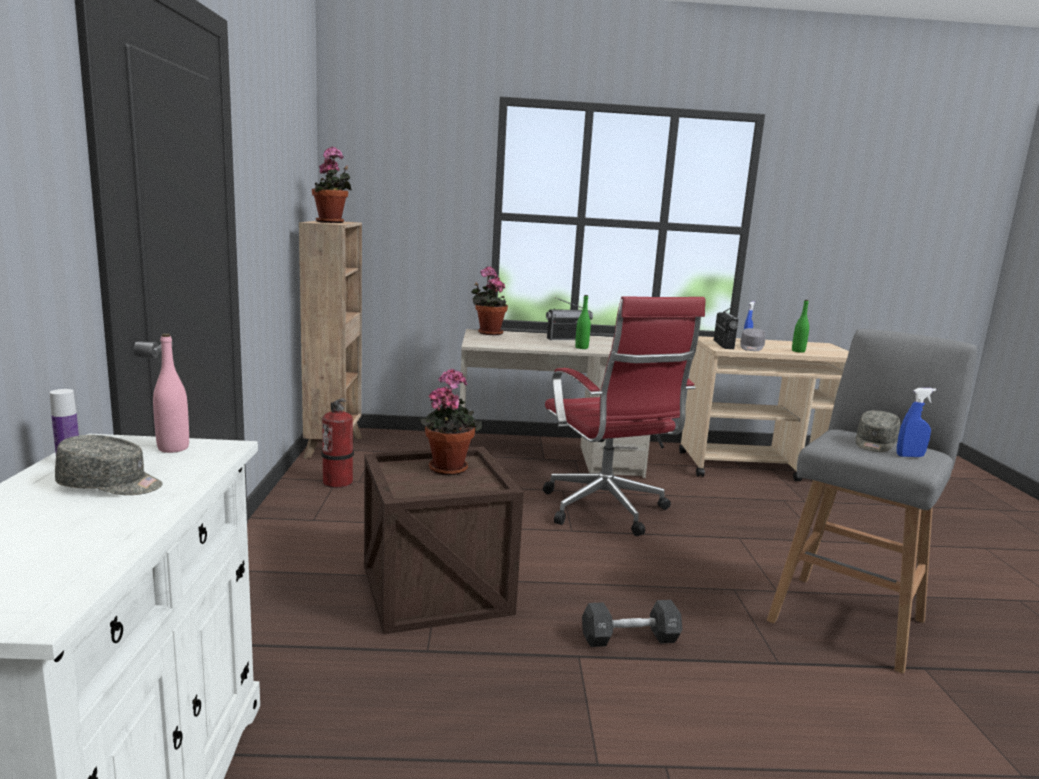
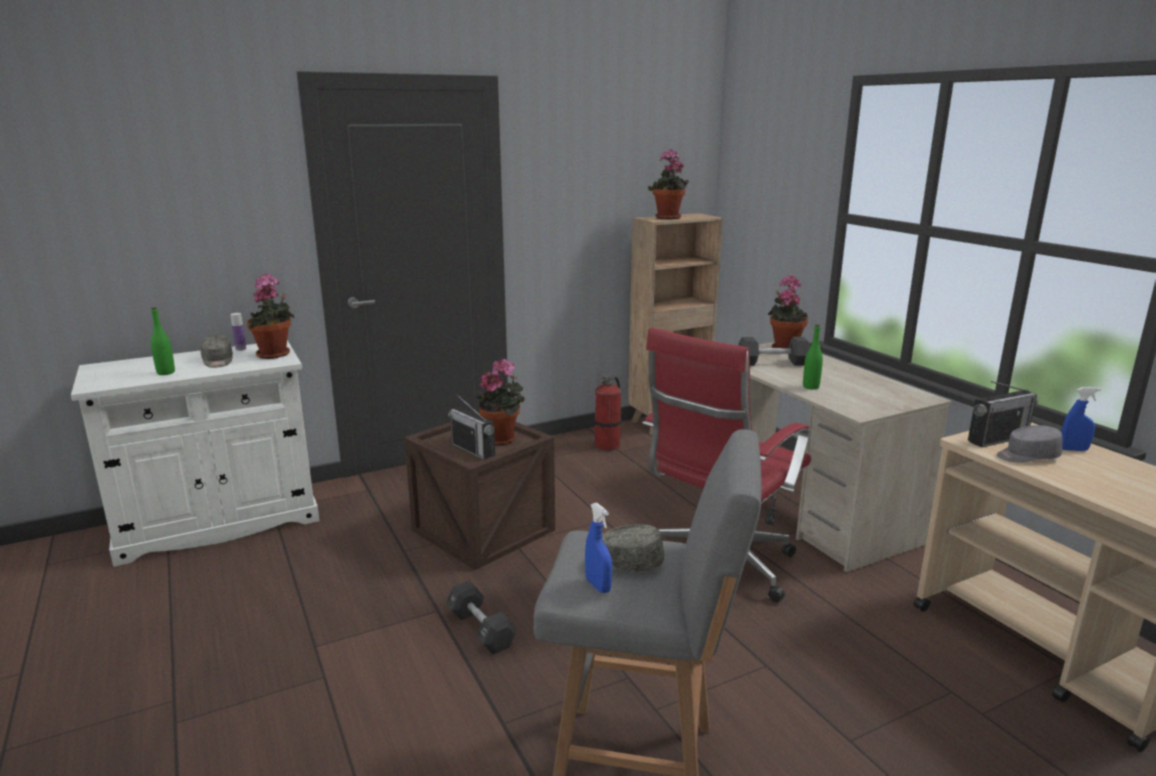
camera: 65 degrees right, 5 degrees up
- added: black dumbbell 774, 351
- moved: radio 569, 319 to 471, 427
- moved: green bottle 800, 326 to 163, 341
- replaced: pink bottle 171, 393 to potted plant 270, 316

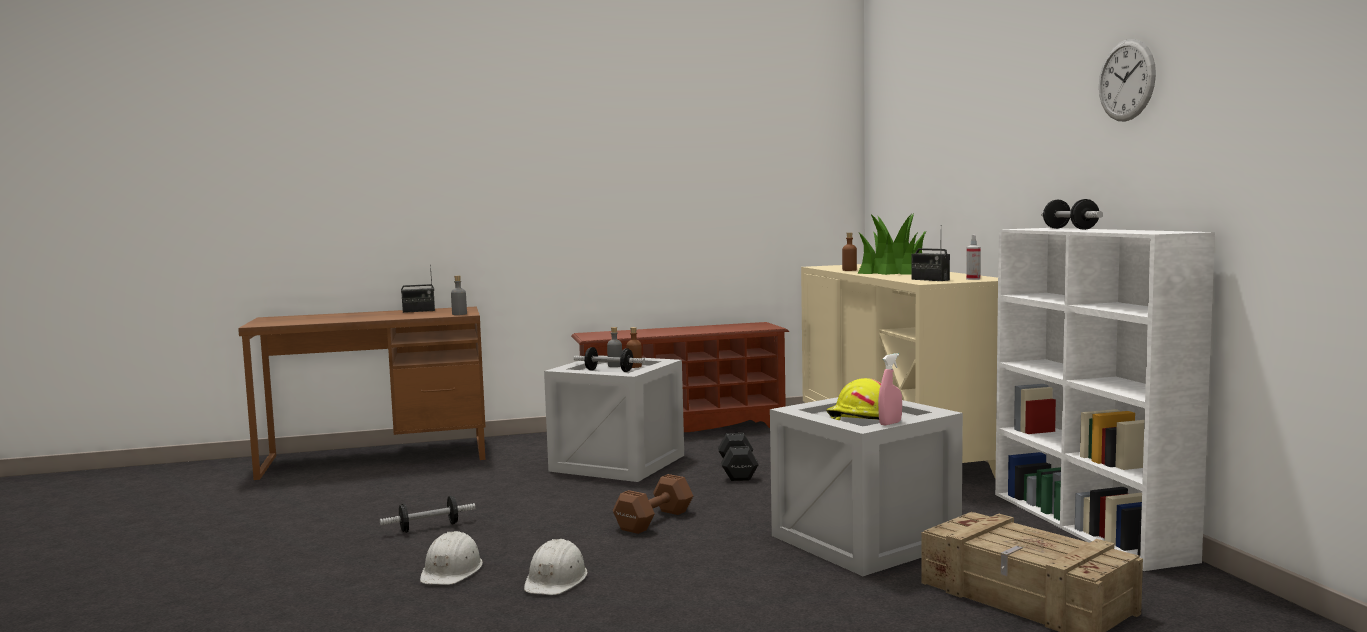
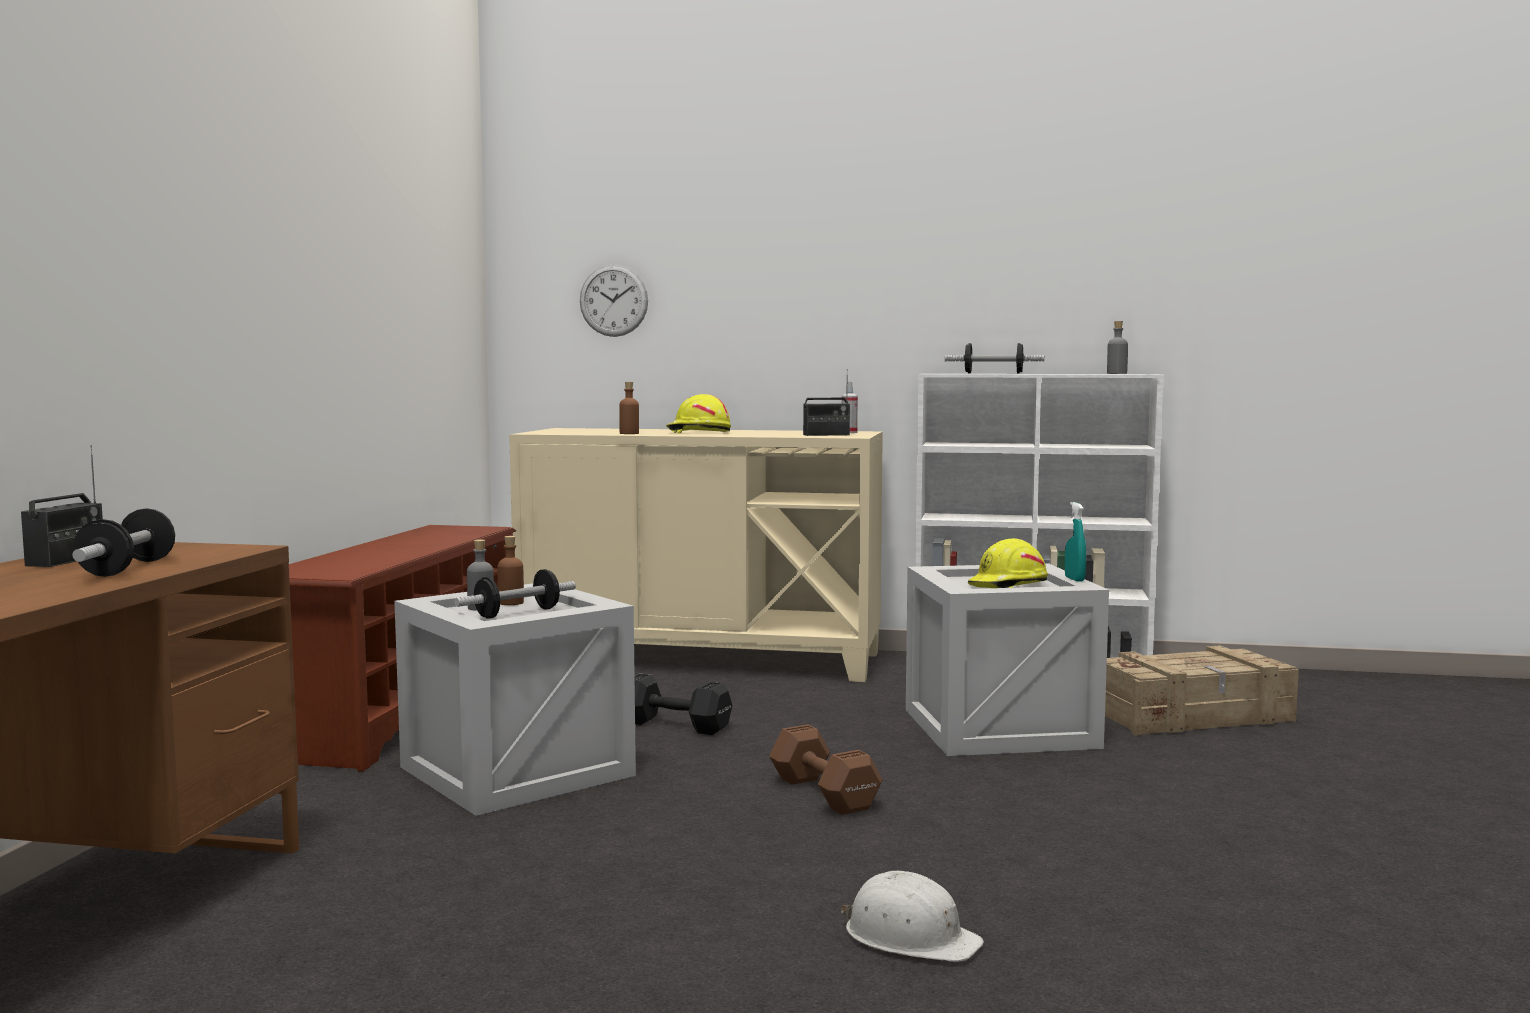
camera: 65 degrees left, 0 degrees up
- removed: white hard hat 556, 567
- moved: dumbbell 427, 514 to 123, 542
- moved: grey bottle 459, 295 to 1117, 347
- moved: wall clock 1127, 80 to 614, 300
- replaced: potted plant 891, 244 to yellow hard hat 698, 414
- recoloured: pink spray bottle 890, 389 to turquoise spray bottle 1075, 542

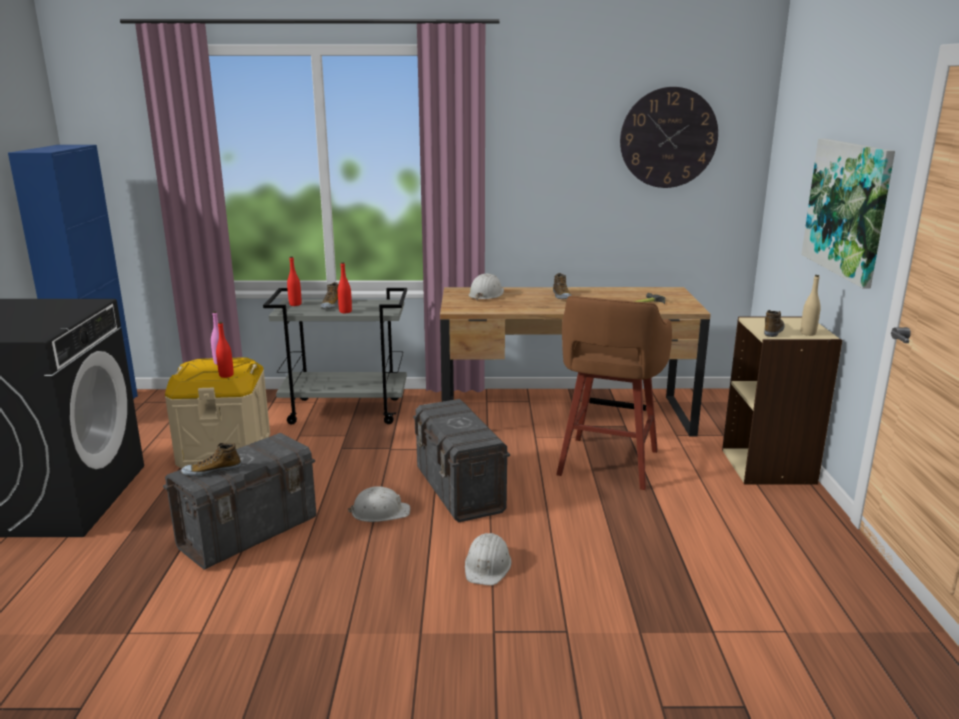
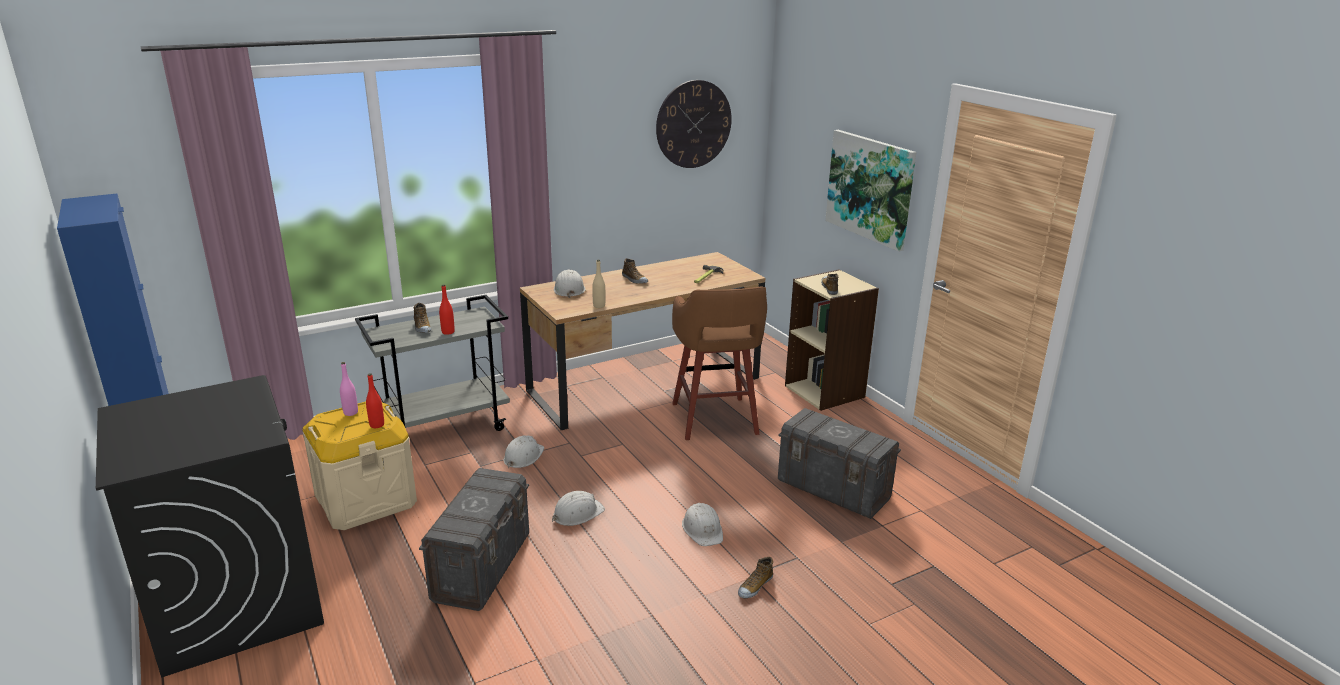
camera: 30 degrees left, 5 degrees up
- removed: red bottle 294, 281
- added: white hard hat 523, 451
- moved: shoe 211, 460 to 755, 577
- moved: grey storage box 461, 460 to 839, 463
- moved: beige bottle 810, 305 to 598, 284

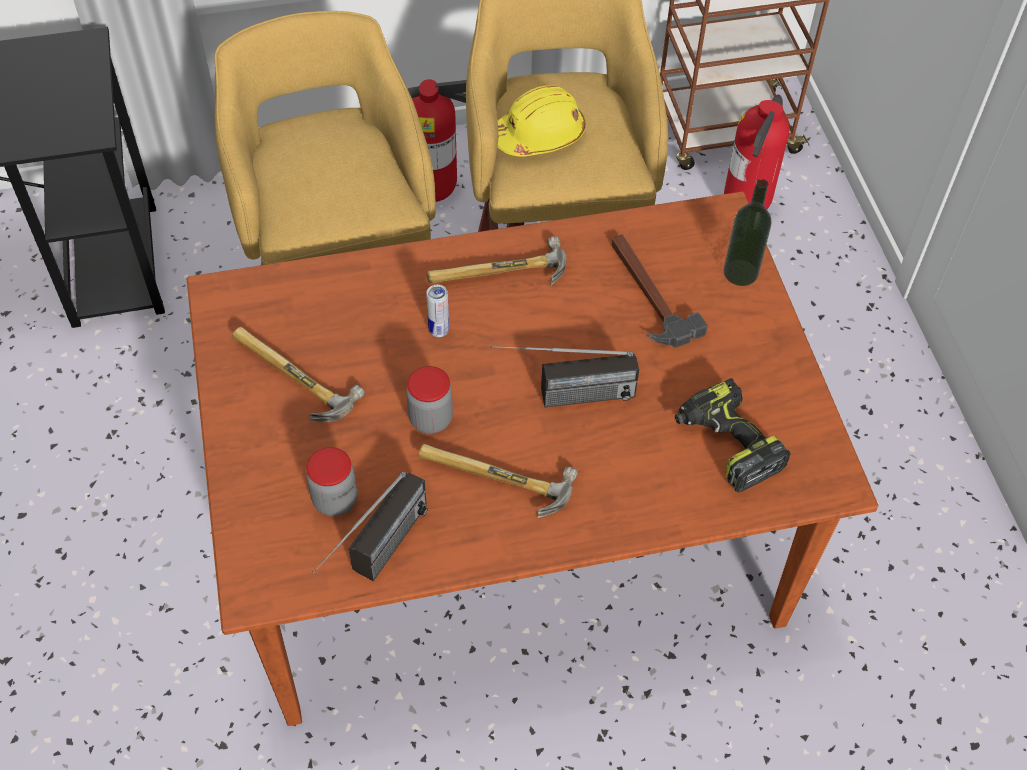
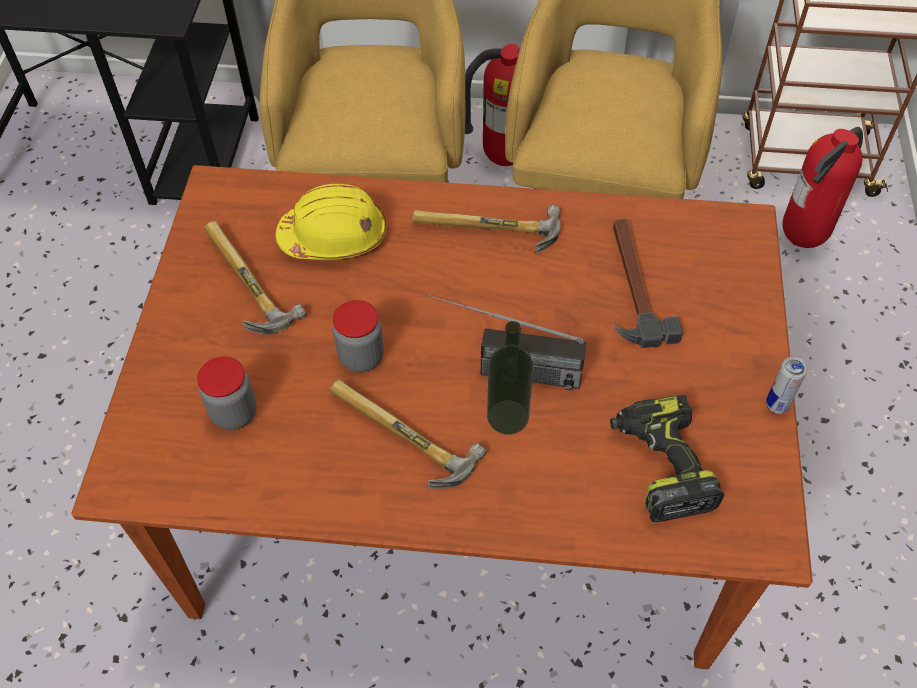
camera: 20 degrees right, 0 degrees up
- removed: radio 370, 526
- moved: can 437, 311 to 786, 385
- moved: yellow hard hat 542, 121 to 331, 222
- moved: bottle 747, 232 to 510, 377

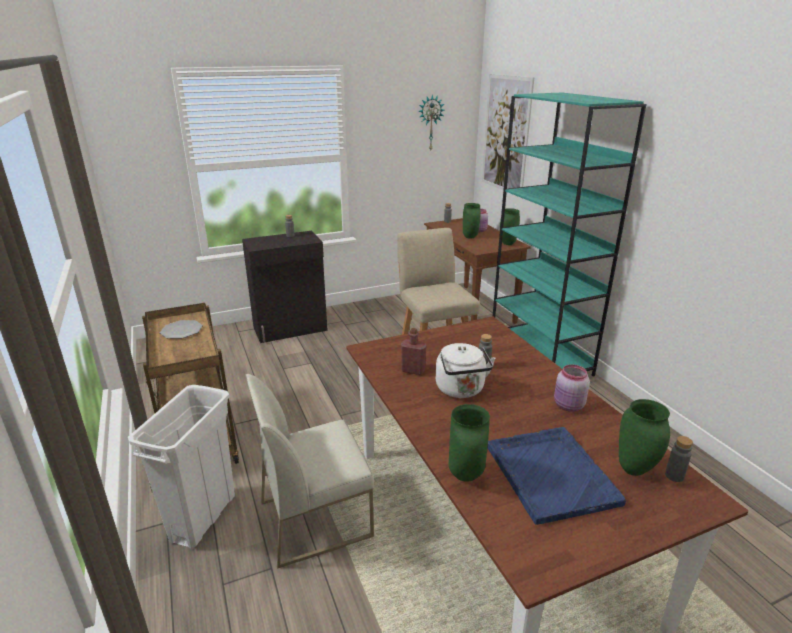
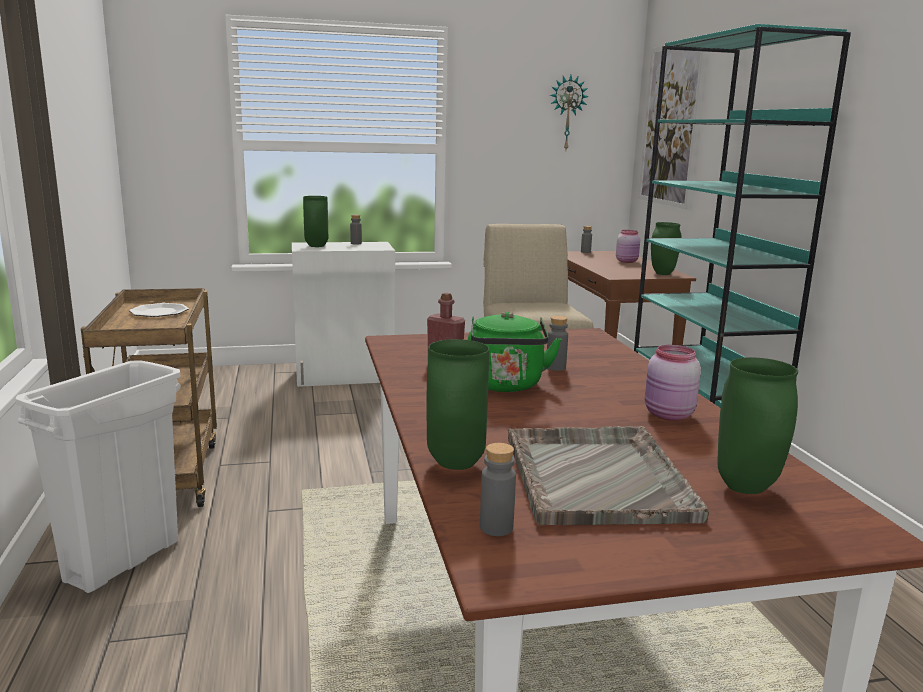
camera: 10 degrees right, 10 degrees down
- removed: white chair 309, 471
- moved: green vase 471, 220 to 315, 221
- moved: grey bottle 679, 459 to 498, 489
- recoloured: black cabinet 285, 287 to white cabinet 343, 314
- recoloured: white kettle 465, 370 to green kettle 515, 351
- recoloured: blue tray 556, 476 to grey tray 608, 475

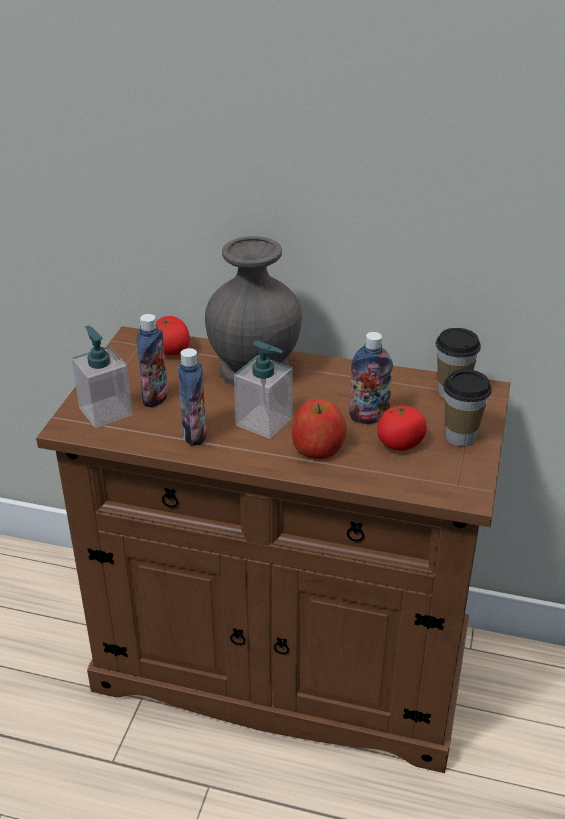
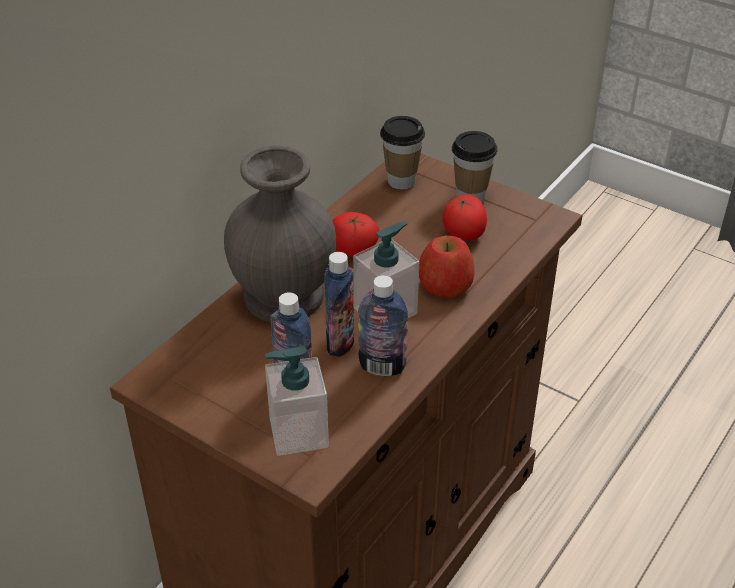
camera: 70 degrees left, 5 degrees up
- moved: tomato 173, 335 to 356, 234
- moved: bottle 370, 378 to 339, 304

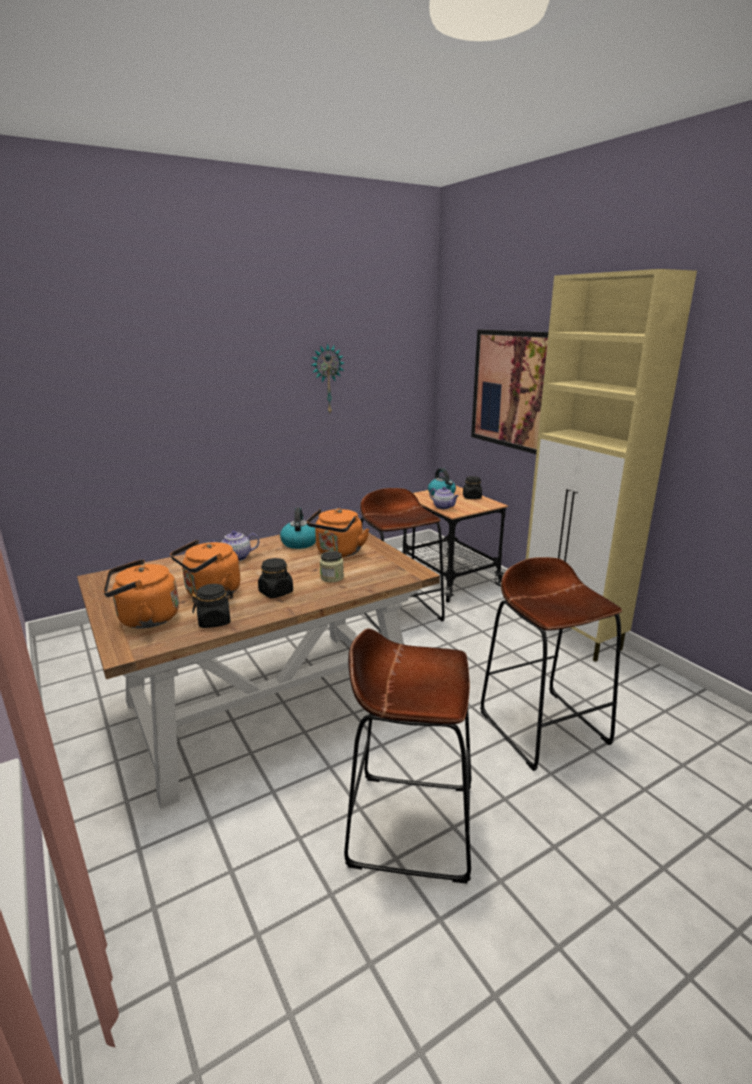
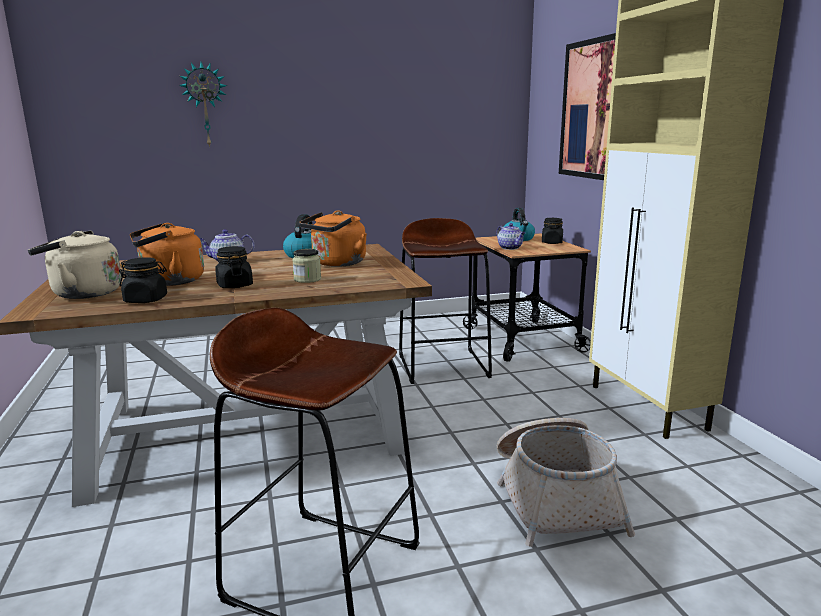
camera: 15 degrees right, 5 degrees down
- moved: wall clock 328, 378 to 203, 105
- replaced: brown stool 551, 664 to basket 566, 482
- recoloured: orange kettle 141, 594 to beige kettle 74, 264

